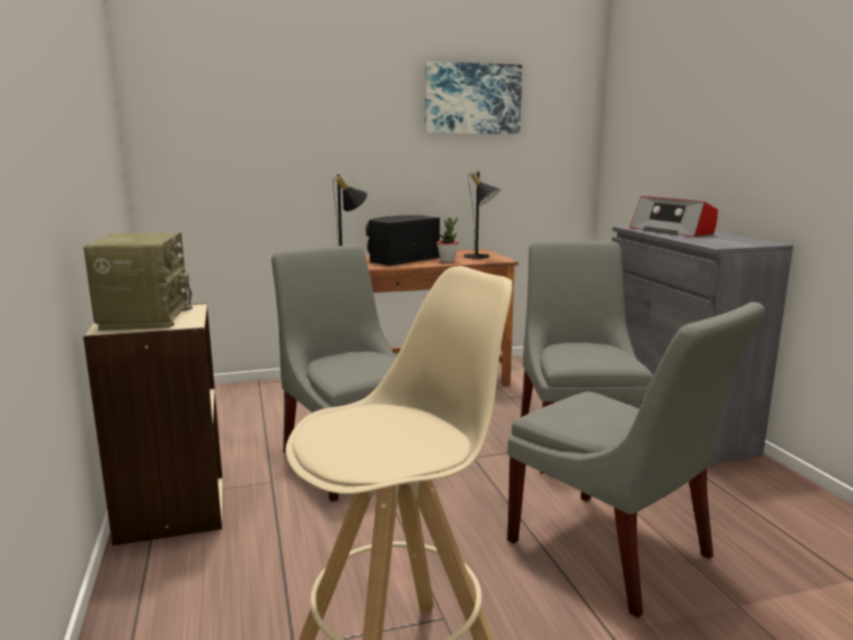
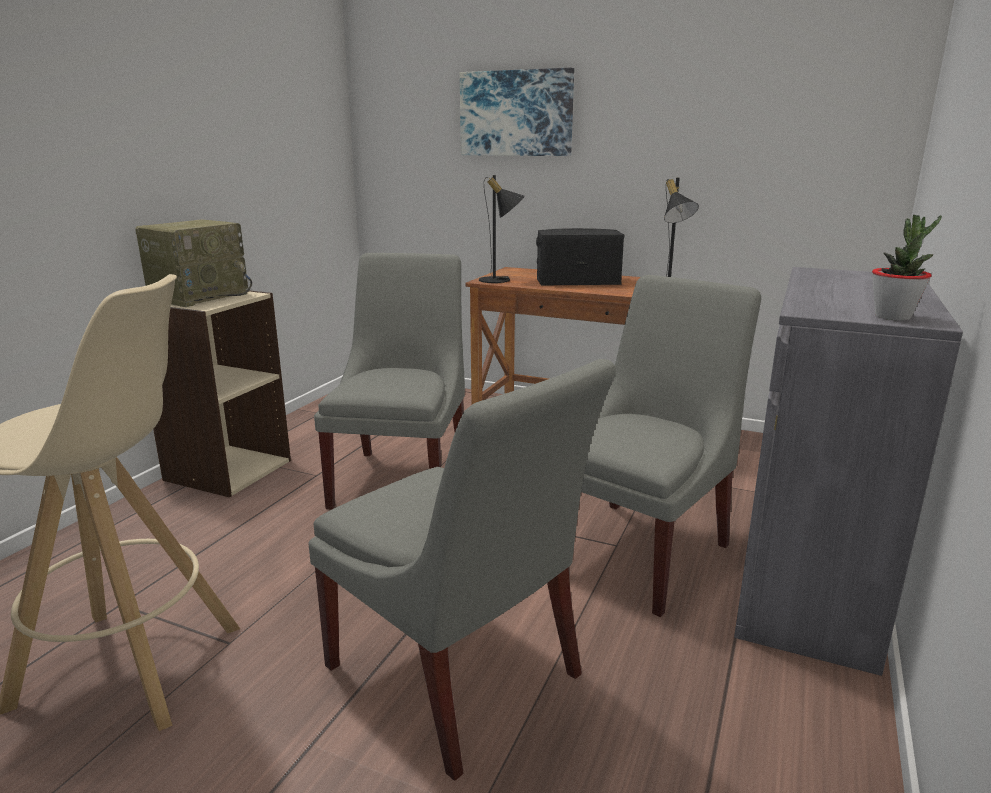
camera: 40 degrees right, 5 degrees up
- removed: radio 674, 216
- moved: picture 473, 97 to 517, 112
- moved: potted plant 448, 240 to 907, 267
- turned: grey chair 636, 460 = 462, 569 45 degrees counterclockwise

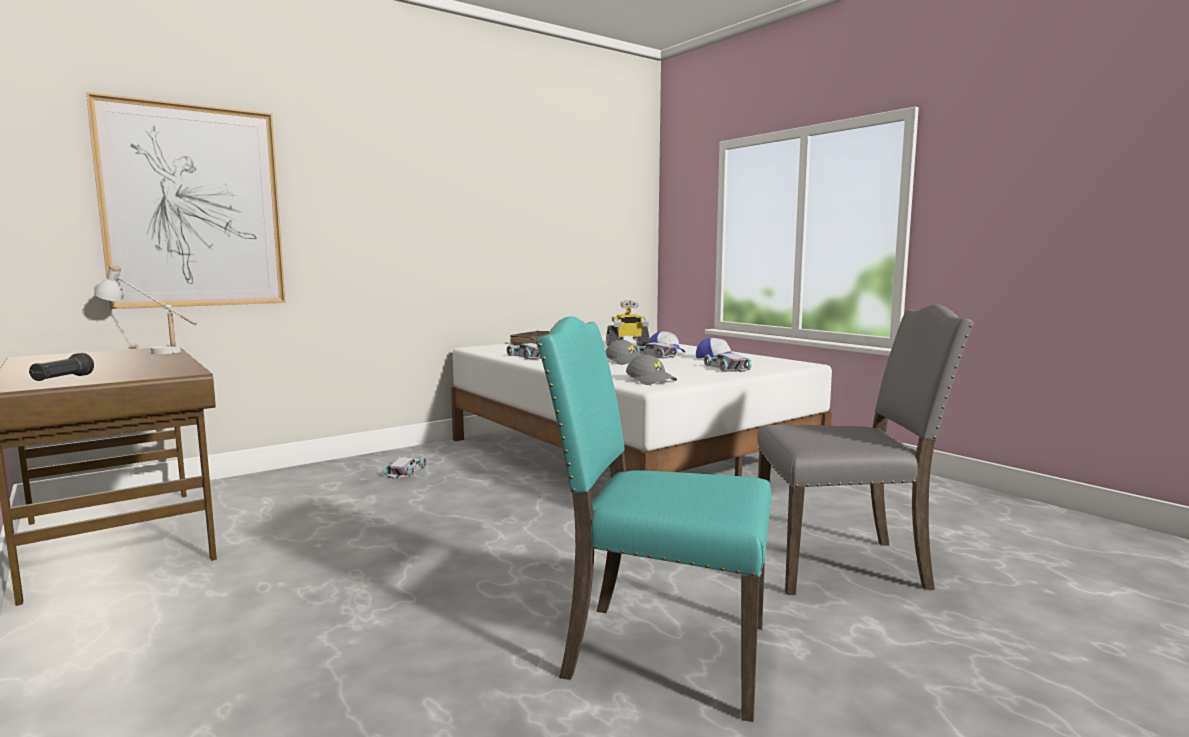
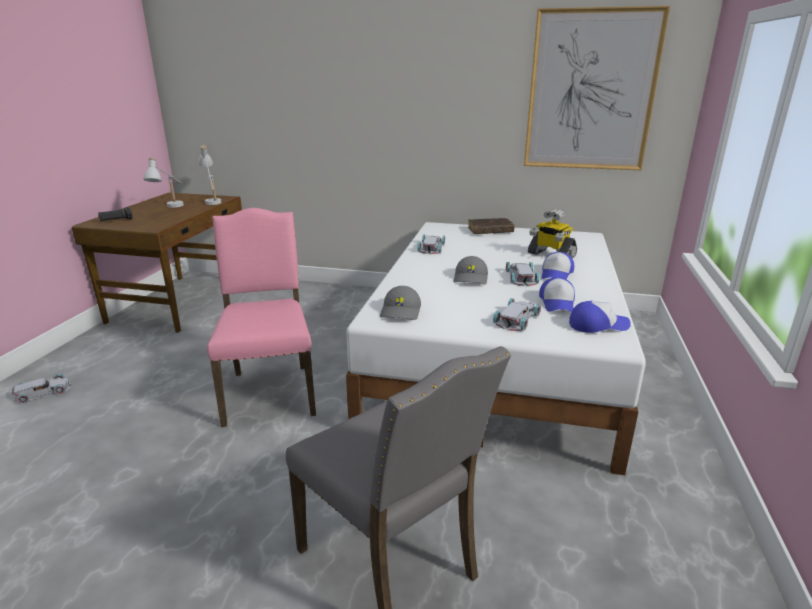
camera: 50 degrees right, 15 degrees up
- removed: turquoise chair 653, 519
- added: white table lamp 163, 183
- added: pink chair 261, 317
- added: cap 600, 316
- moved: picture 186, 200 to 597, 88
- moved: white toy car 405, 467 to 42, 389

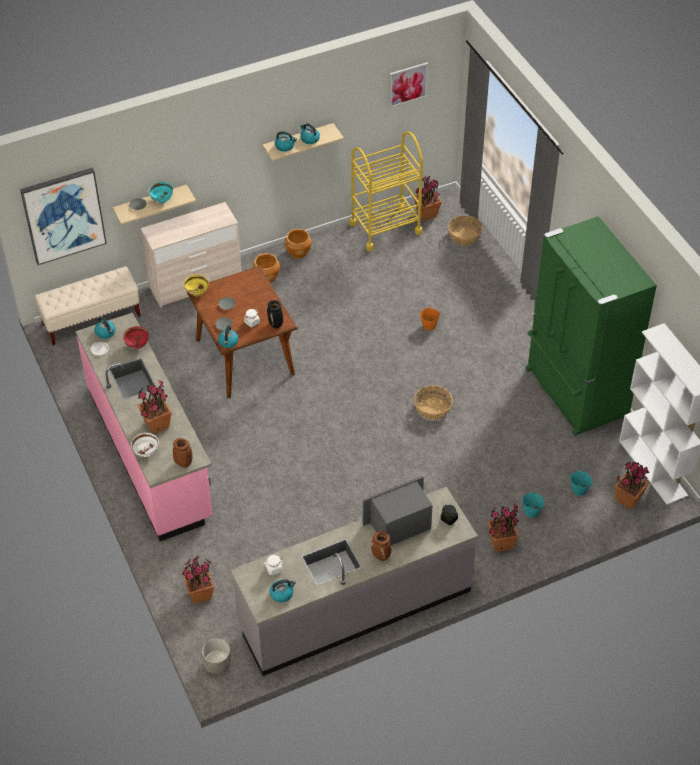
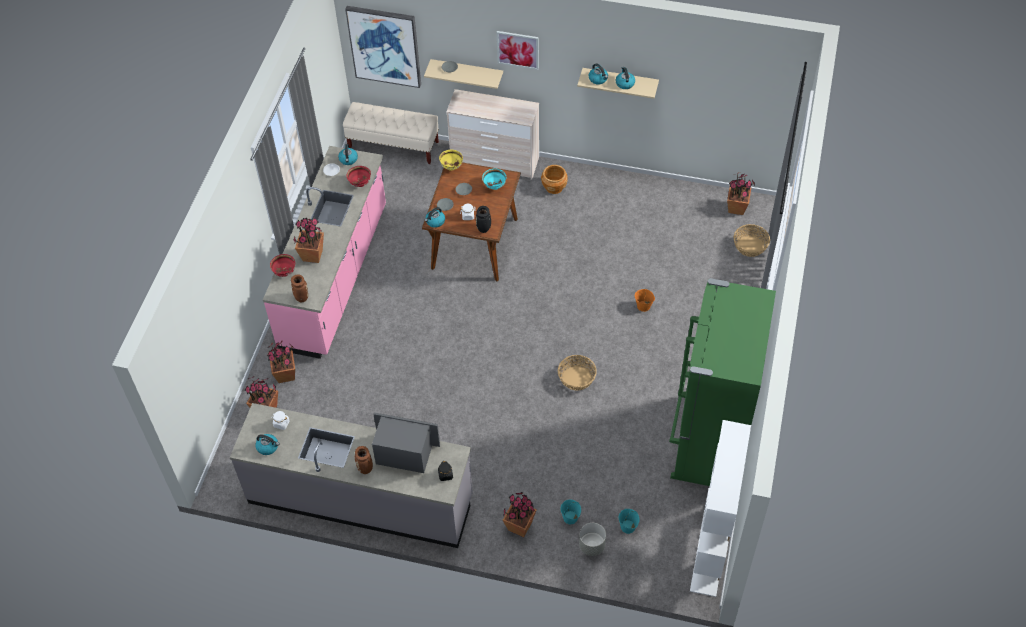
camera: 40 degrees right, 5 degrees up
- removed: brown planter 298, 244
- removed: yellow cart 386, 191
- moved: turquoise bowl 160, 192 to 494, 179
- moved: grey planter 216, 656 to 592, 539
- moved: picture 408, 85 to 518, 50
- moved: potted plant 631, 486 to 281, 362
- recoloured: white bowl 145, 445 to red bowl 282, 265

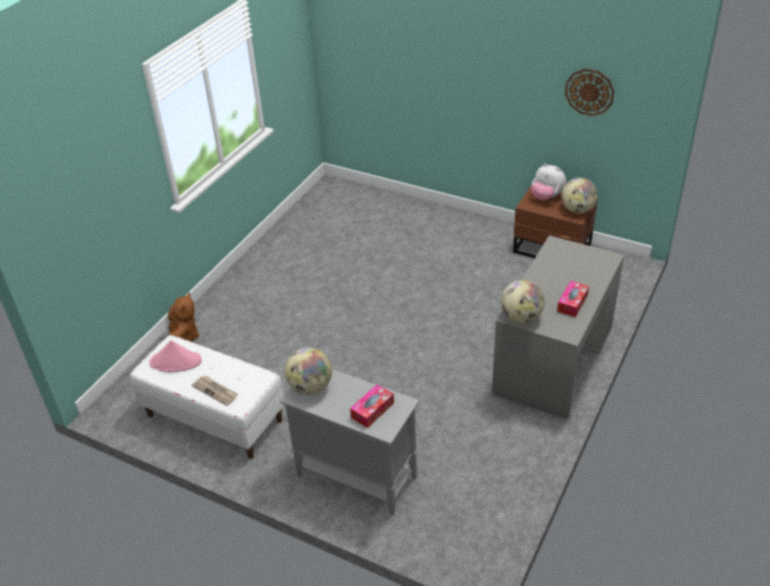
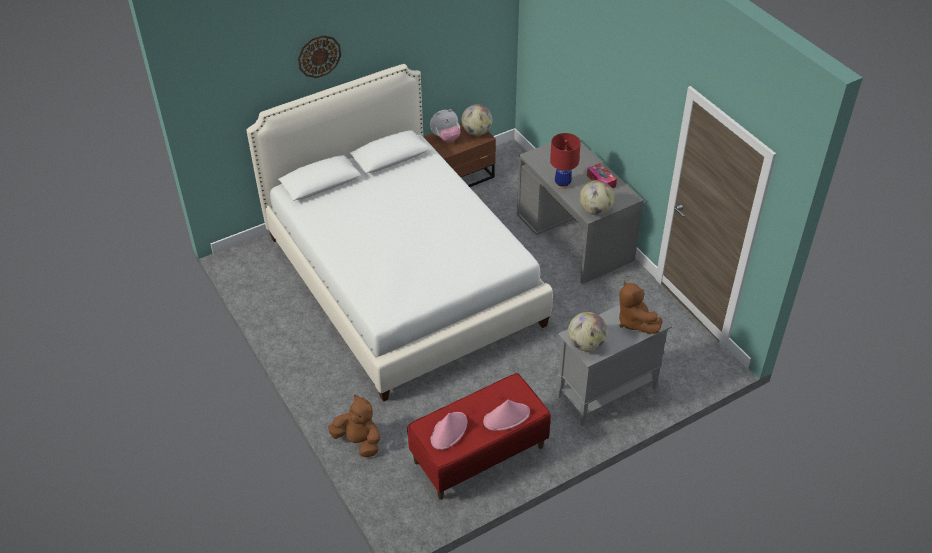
camera: 60 degrees left, 5 degrees up
- added: white bed 399, 233
- added: red table lamp 565, 161
- moved: wall clock 590, 92 to 319, 56
- replaced: newspaper 214, 390 to pink hat 506, 415
- replaced: tissue box 372, 406 to brown plush toy 641, 307
- recoloured: white bench 207, 397 to red bench 479, 436

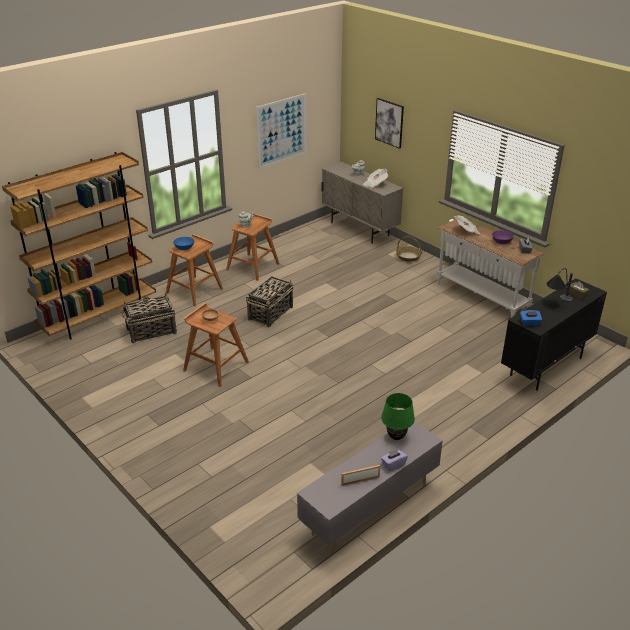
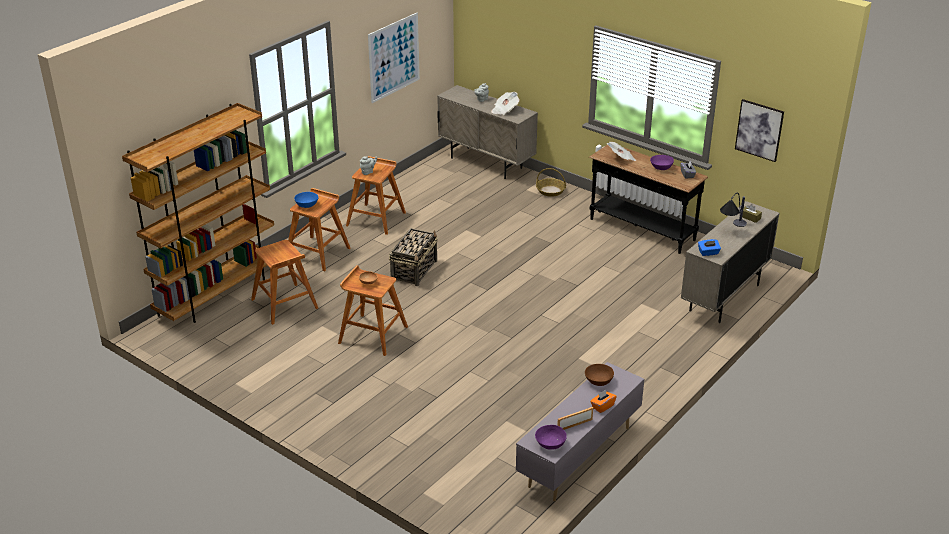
camera: 10 degrees left, 0 degrees up
- added: purple bowl 551, 437
- moved: picture 389, 123 to 759, 130
- replaced: basket 149, 318 to brown stool 284, 282
- replaced: green table lamp 398, 416 to brown bowl 599, 375
- recoloured: purple tissue box 394, 459 to orange tissue box 603, 401
- recoloured: white console table 490, 268 to black console table 648, 199
- recoloured: black cabinet 554, 334 to beige cabinet 730, 262

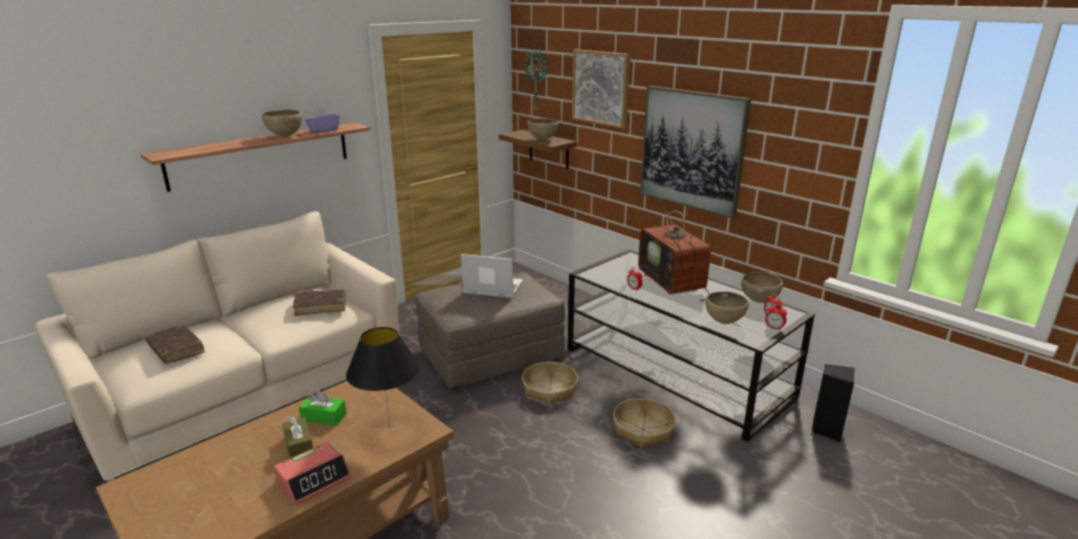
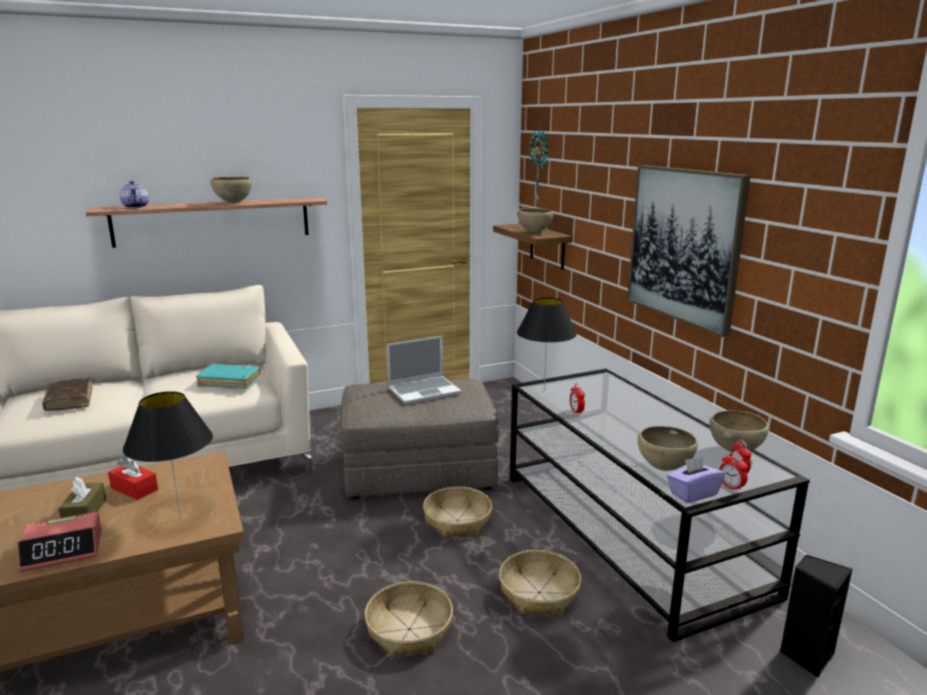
camera: 20 degrees right, 5 degrees down
- removed: picture 601, 89
- removed: television 674, 247
- added: teapot 134, 194
- added: basket 409, 619
- added: black table lamp 547, 344
- moved: purple tissue box 322, 120 to 696, 479
- recoloured: brown book 319, 302 to turquoise book 228, 376
- recoloured: green tissue box 323, 408 to red tissue box 133, 478
- turned: laptop 492, 276 = 424, 370 120 degrees clockwise

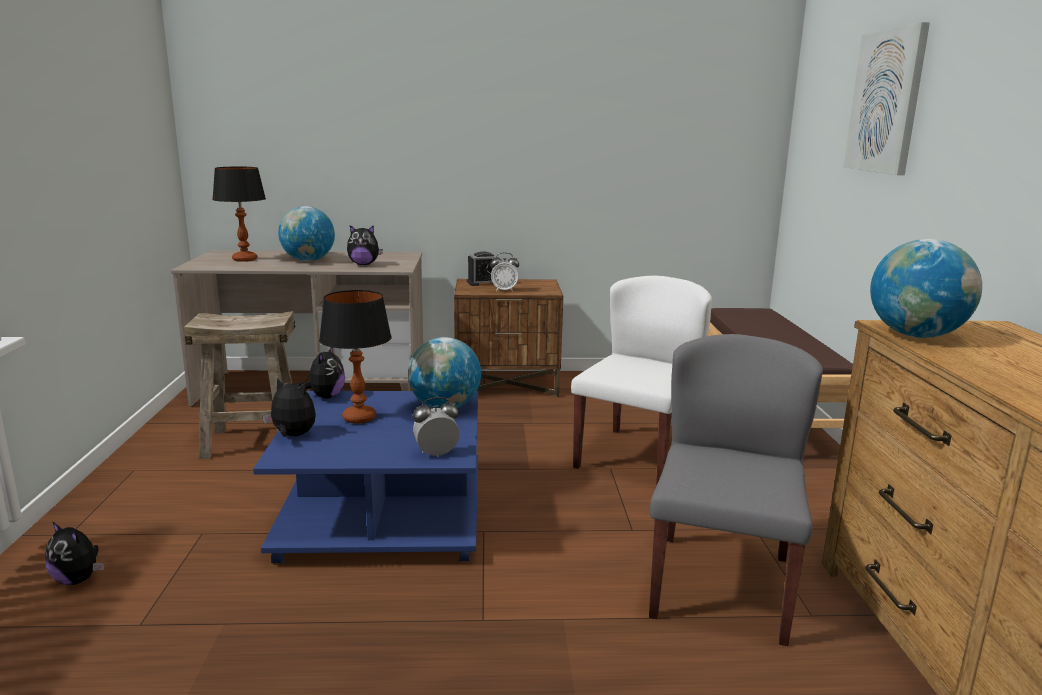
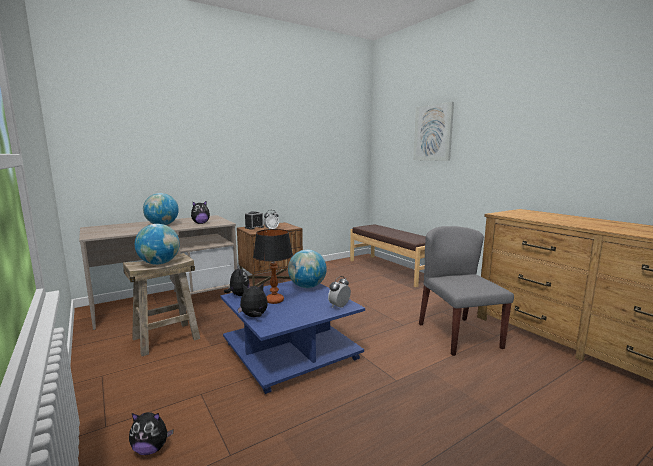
camera: 30 degrees left, 5 degrees down
- removed: table lamp 239, 214
- removed: white chair 641, 381
- moved: globe 926, 288 to 157, 244

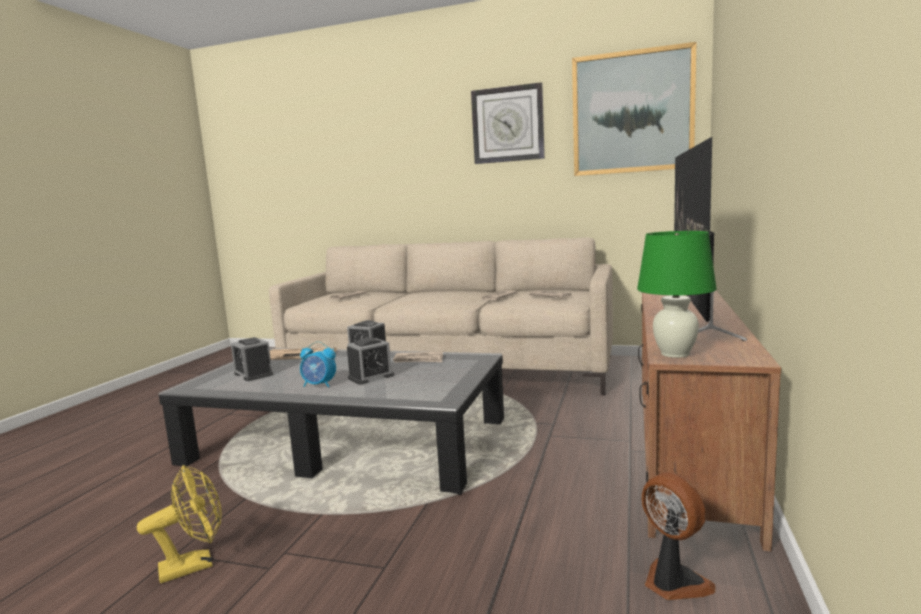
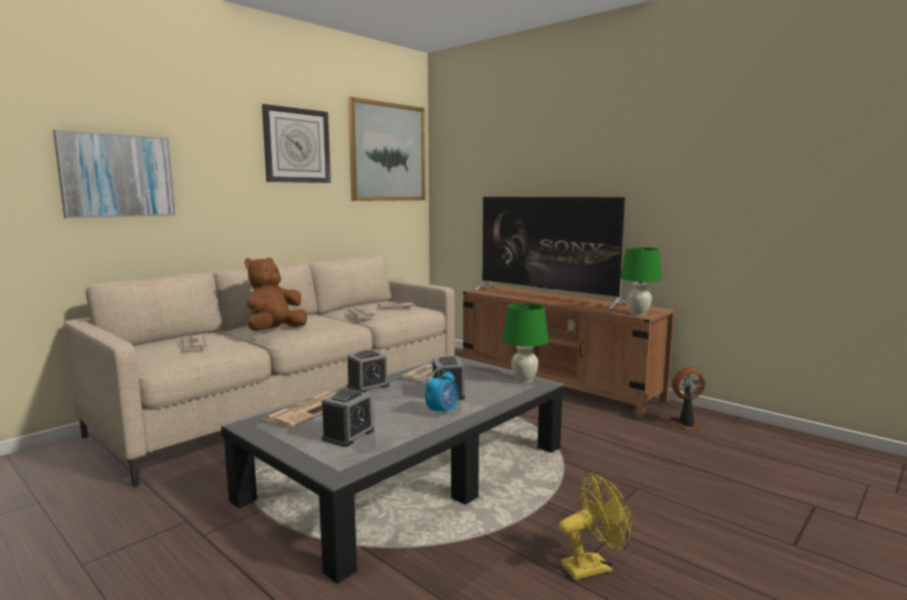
camera: 65 degrees left, 0 degrees up
- added: picture 114, 174
- added: brown plush toy 276, 294
- added: green table lamp 525, 343
- turned: yellow fan 179, 524 = 595, 526 75 degrees clockwise
- turned: alarm clock 252, 359 = 348, 418 45 degrees counterclockwise

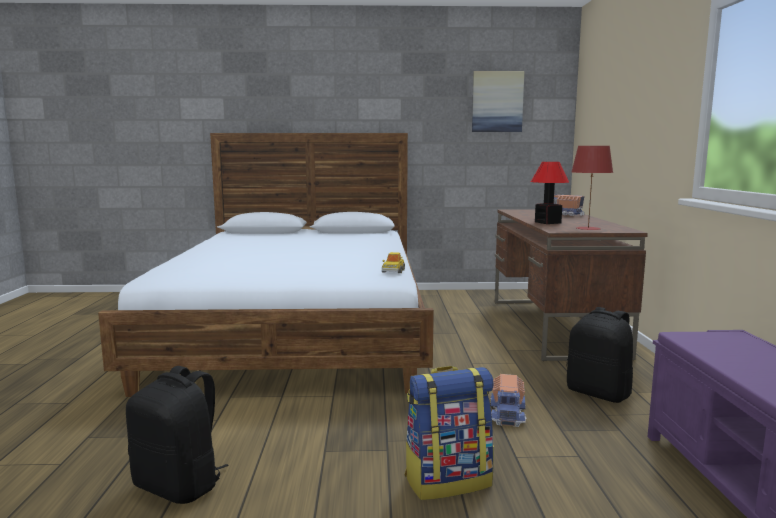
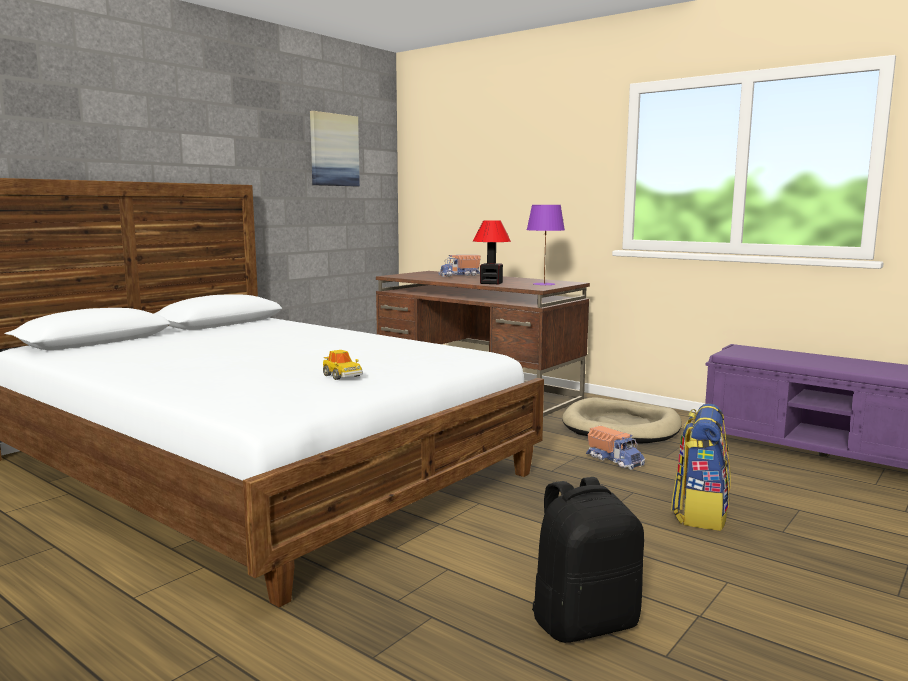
camera: 50 degrees left, 0 degrees up
- moved: toy car 393, 262 to 343, 365
- replaced: black backpack 600, 355 to beige dog bed 622, 420
- recoloured: red table lamp 592, 188 to purple table lamp 546, 245

